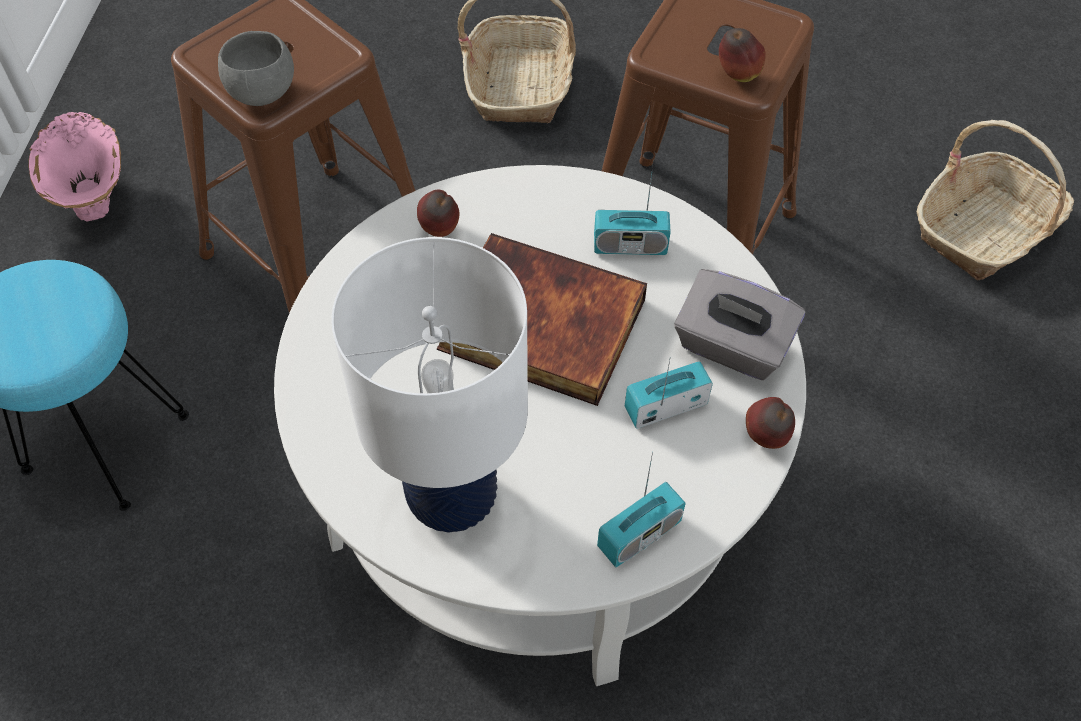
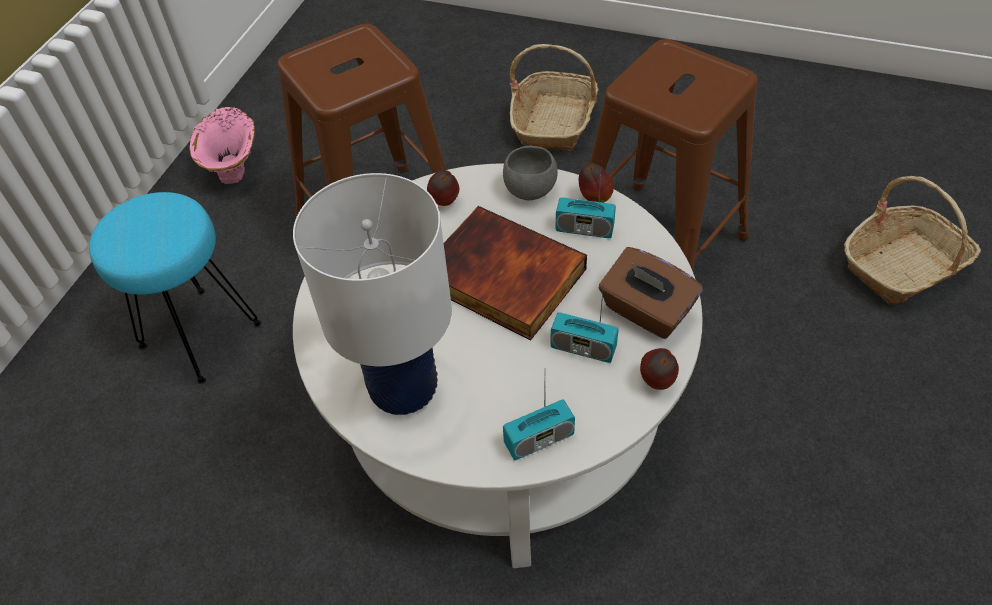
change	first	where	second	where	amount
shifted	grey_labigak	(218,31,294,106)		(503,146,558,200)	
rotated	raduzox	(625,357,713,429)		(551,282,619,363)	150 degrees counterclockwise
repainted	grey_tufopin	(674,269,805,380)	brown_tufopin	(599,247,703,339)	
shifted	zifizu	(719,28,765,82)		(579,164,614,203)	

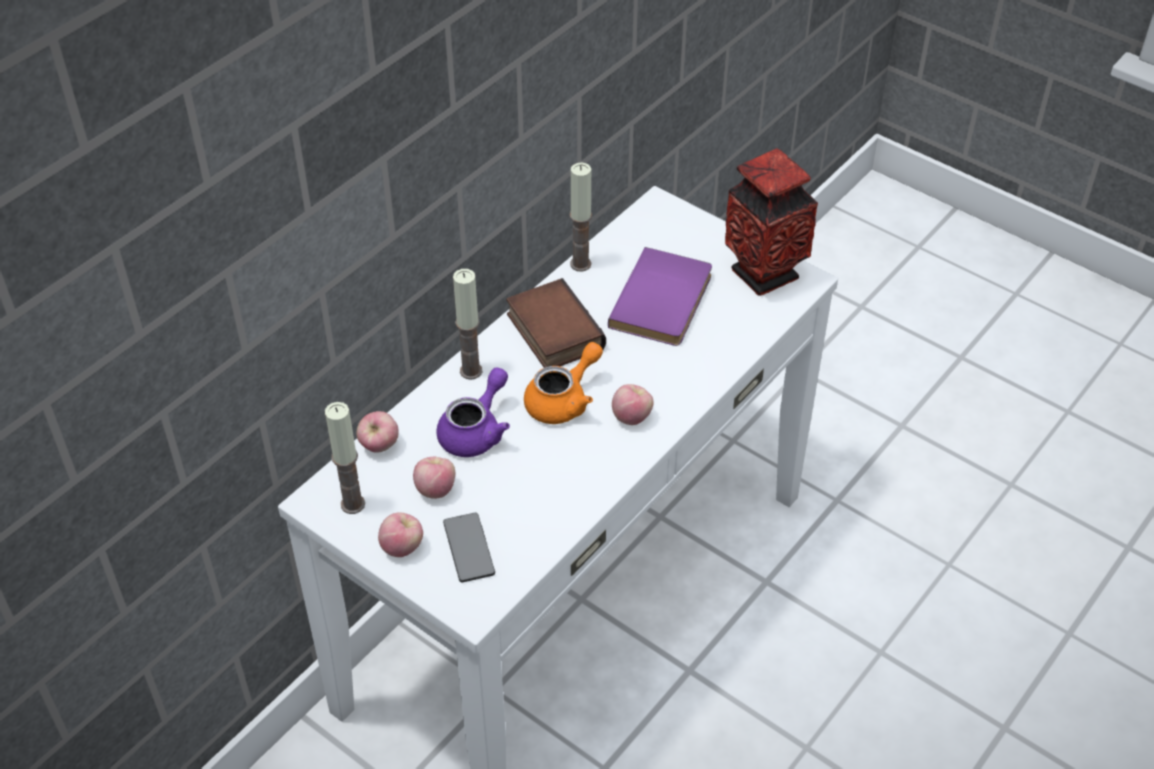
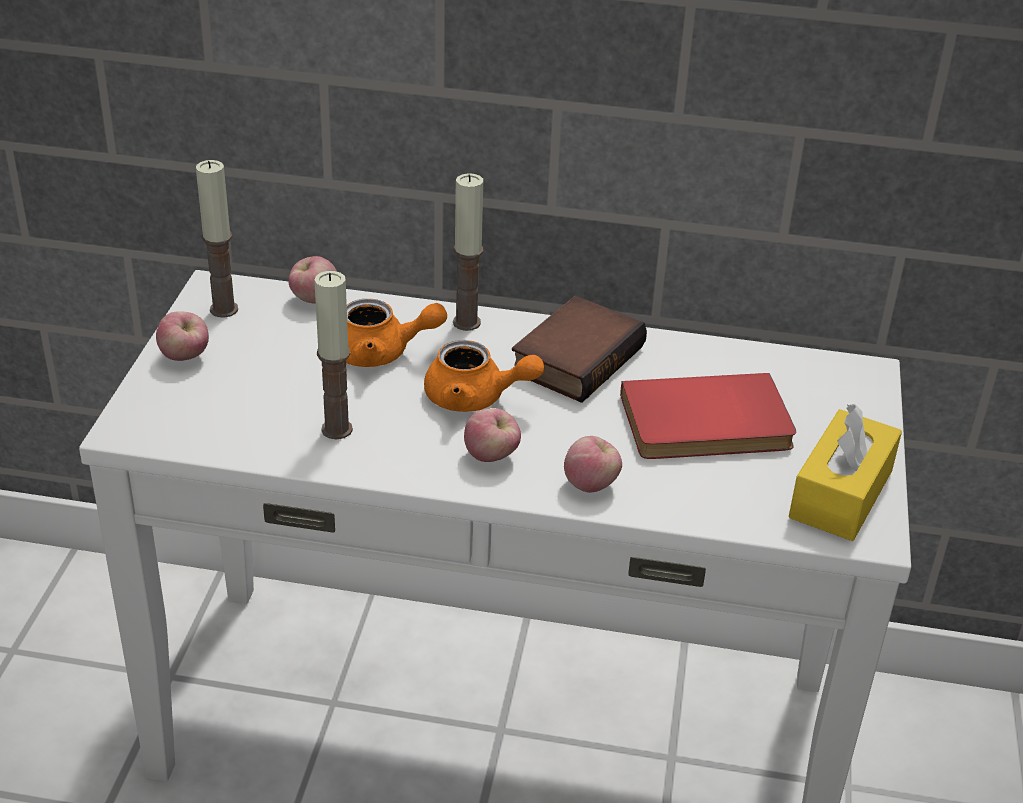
change	first	where	second	where	amount
shifted	zifizu	(413,457,455,499)		(564,436,622,493)	
repainted	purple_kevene	(436,367,510,457)	orange_kevene	(346,299,447,367)	
gone	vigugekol	(443,513,495,582)			
shifted	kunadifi	(570,162,592,272)		(314,271,353,439)	
repainted	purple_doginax	(608,247,712,346)	red_doginax	(620,373,796,459)	
swapped	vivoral	(725,148,818,296)	yellow_tufopin	(789,404,902,541)	

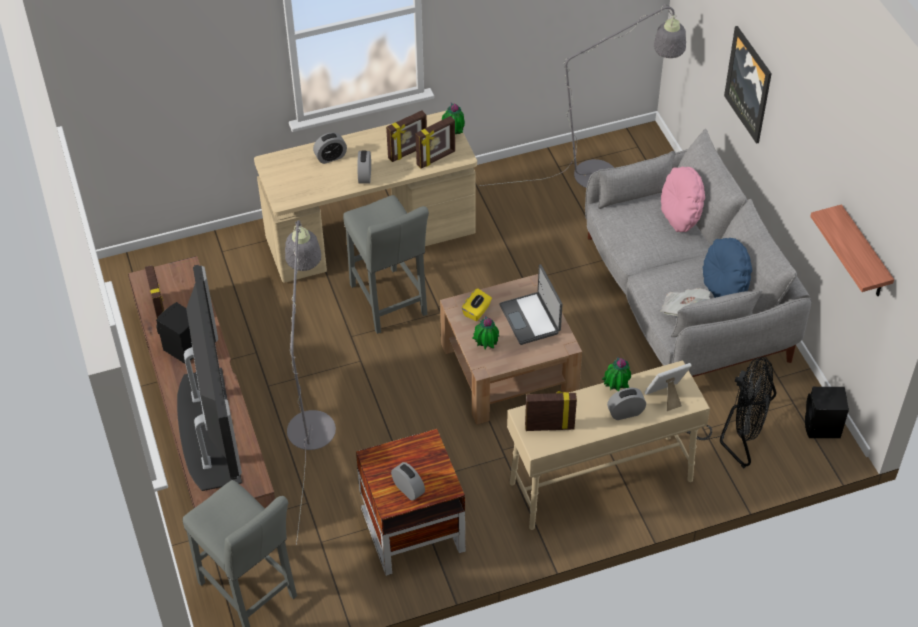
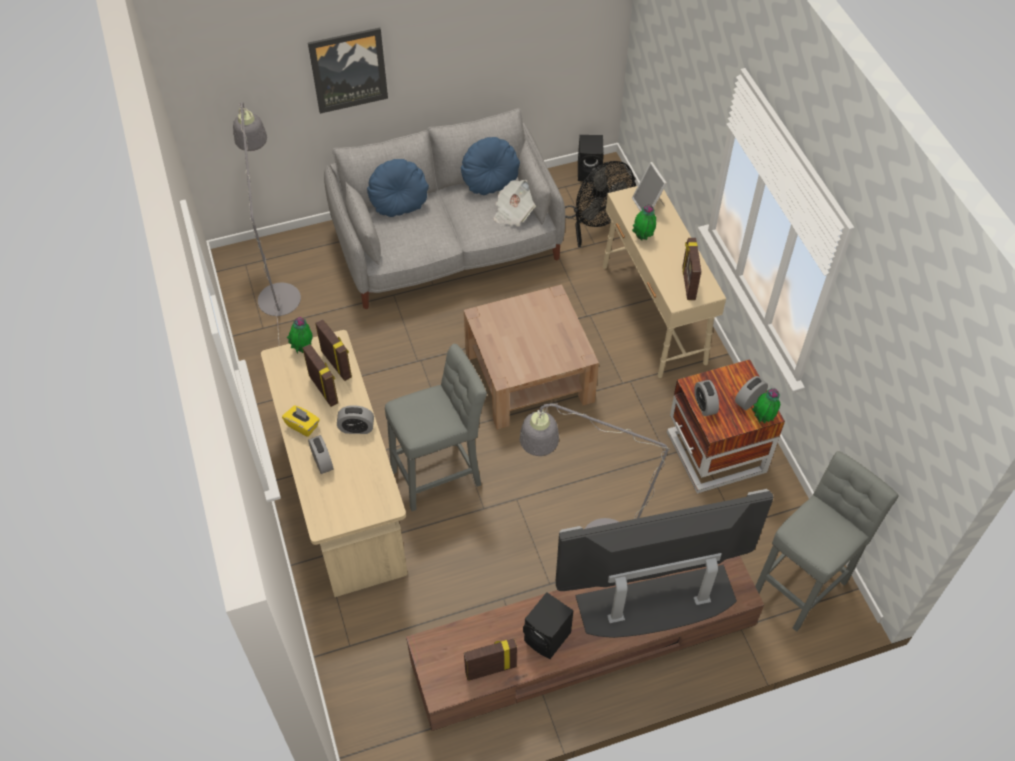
change	first	where	second	where	amount
shifted	yellow_tufopin	(462,288,492,321)		(282,405,320,437)	
shifted	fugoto	(472,316,499,349)		(752,388,780,423)	
gone	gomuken	(499,264,563,345)			
shifted	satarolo	(607,388,646,420)		(694,380,719,416)	
repainted	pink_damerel	(661,167,705,232)	blue_damerel	(367,159,429,217)	
rotated	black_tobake	(686,357,777,468)		(565,161,636,247)	120 degrees clockwise
gone	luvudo	(810,204,894,296)			

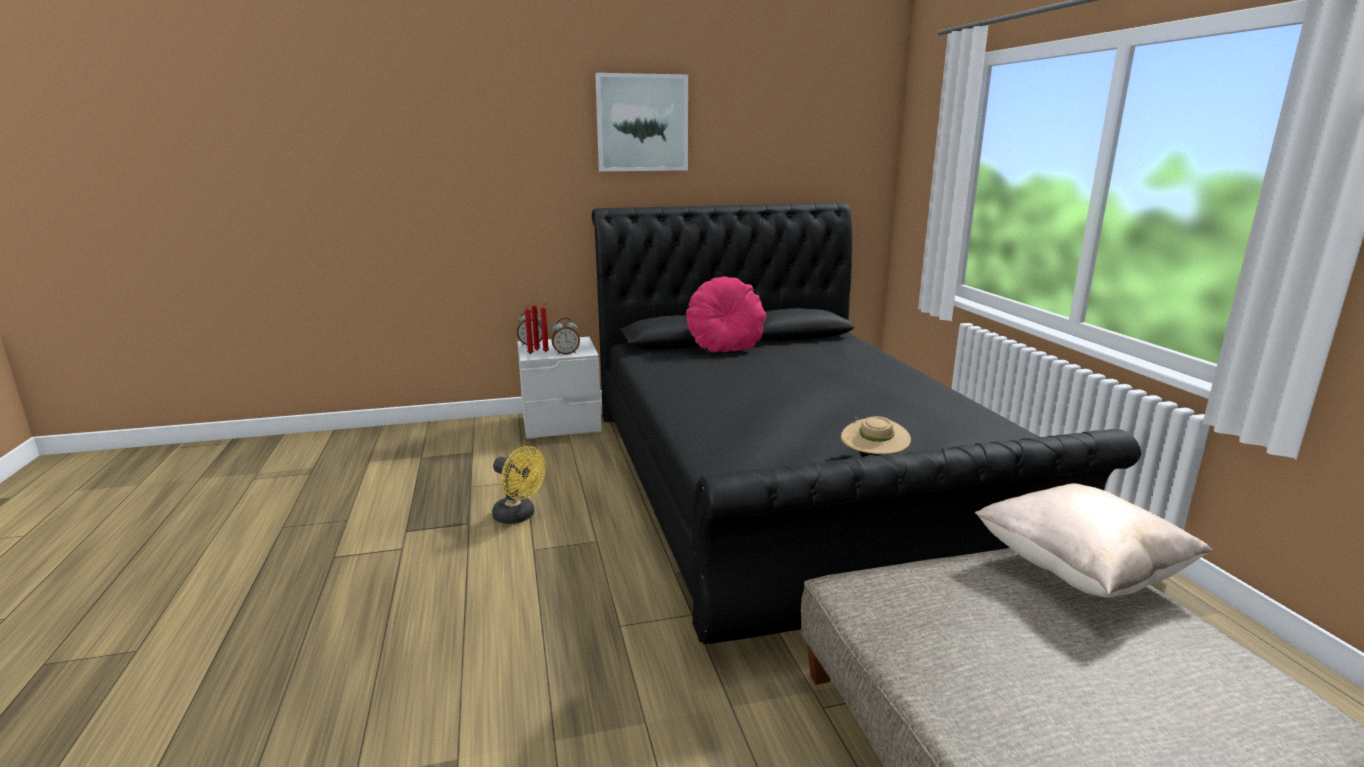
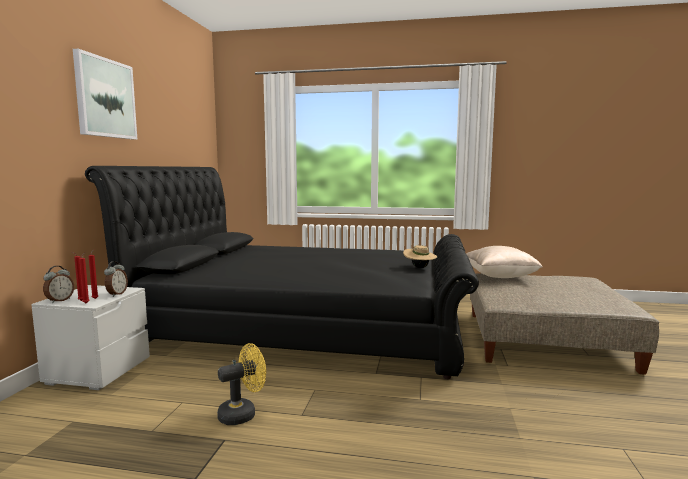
change	first	where	second	where	amount
gone	pink_damerel	(686,276,766,353)			

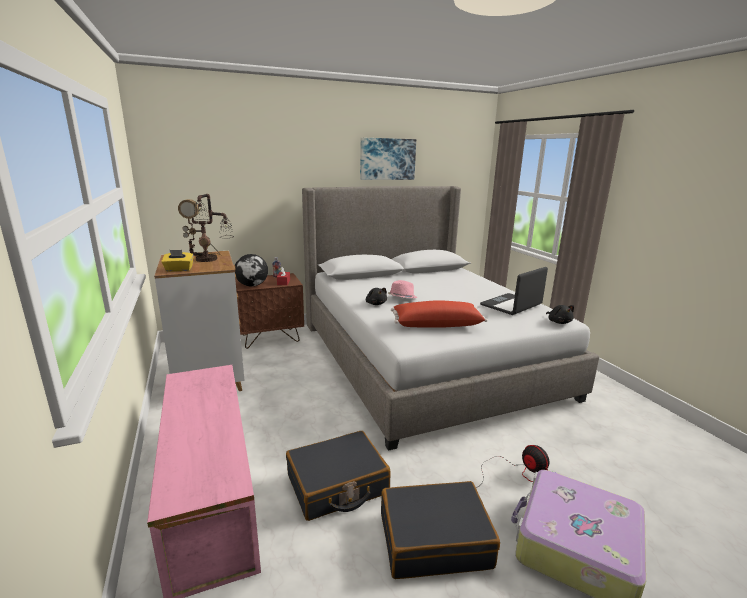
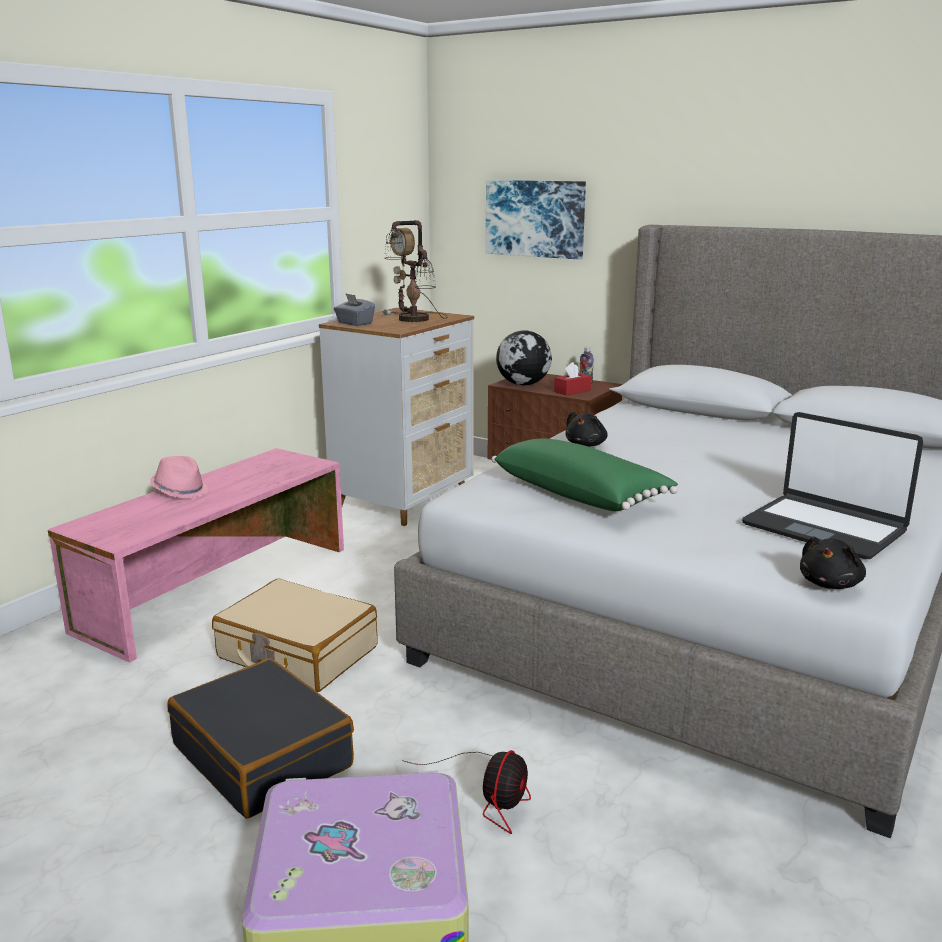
change	first	where	second	where	amount
repainted	yellow_tufopin	(161,250,194,272)	grey_tufopin	(334,293,375,326)	
repainted	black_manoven	(286,431,390,521)	beige_manoven	(212,579,378,692)	
shifted	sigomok	(360,137,416,180)		(486,180,586,260)	
shifted	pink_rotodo	(388,280,417,298)		(150,456,209,498)	
repainted	red_damerel	(391,300,488,328)	green_damerel	(492,439,678,511)	
rotated	gomuken	(480,267,548,315)		(742,412,923,559)	150 degrees counterclockwise

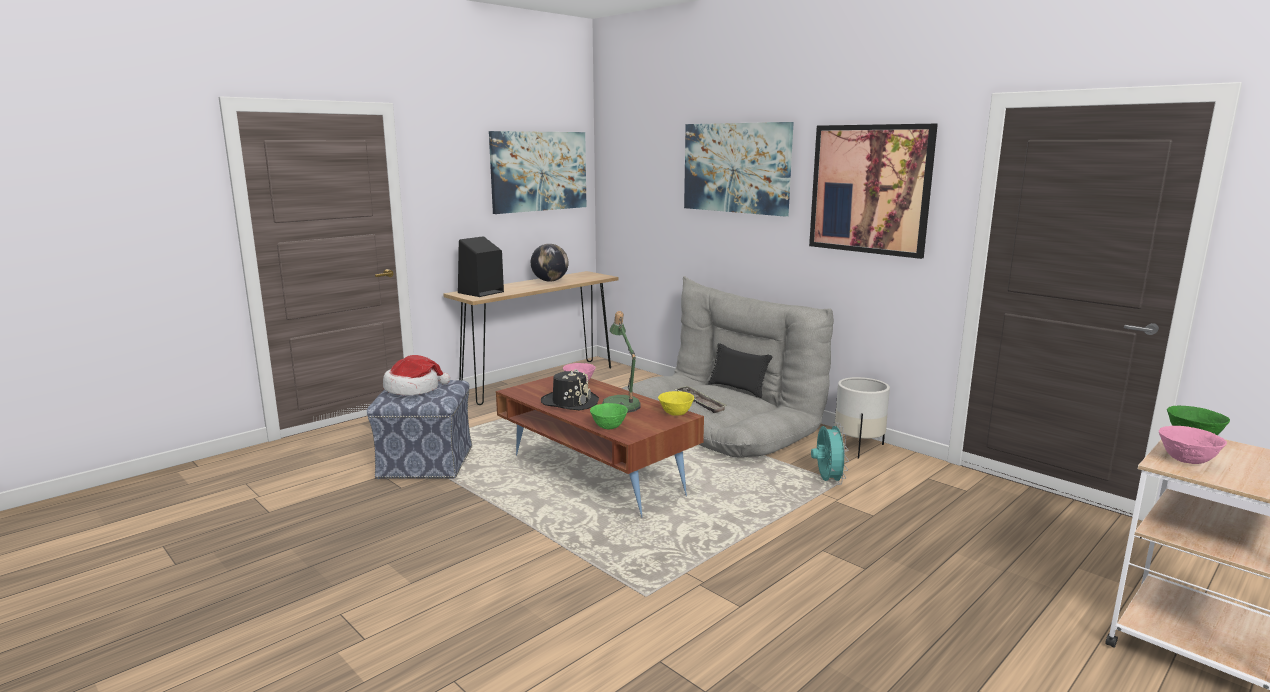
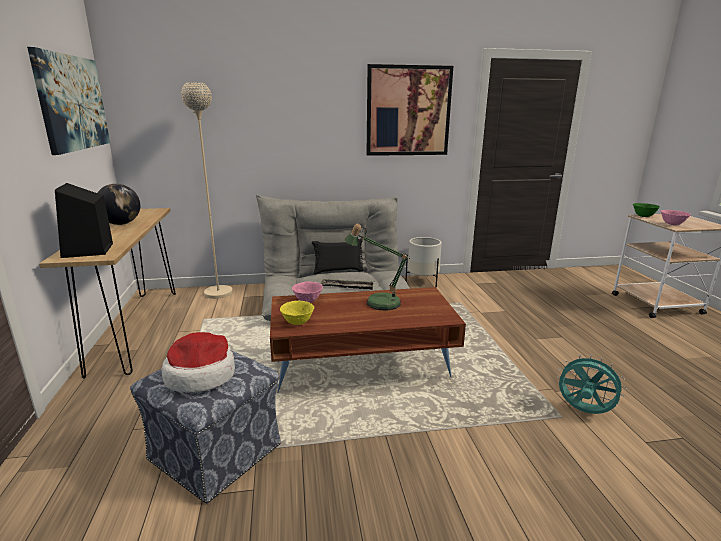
change	first	where	second	where	amount
gone	black_rotodo	(541,369,599,410)			
gone	green_labigak	(590,403,628,429)			
shifted	yellow_labigak	(658,391,694,416)		(280,301,314,325)	
gone	sigomok	(684,122,794,217)			
shifted	turquoise_tobake	(811,422,849,485)		(557,354,627,414)	
new			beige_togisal	(181,82,233,299)	

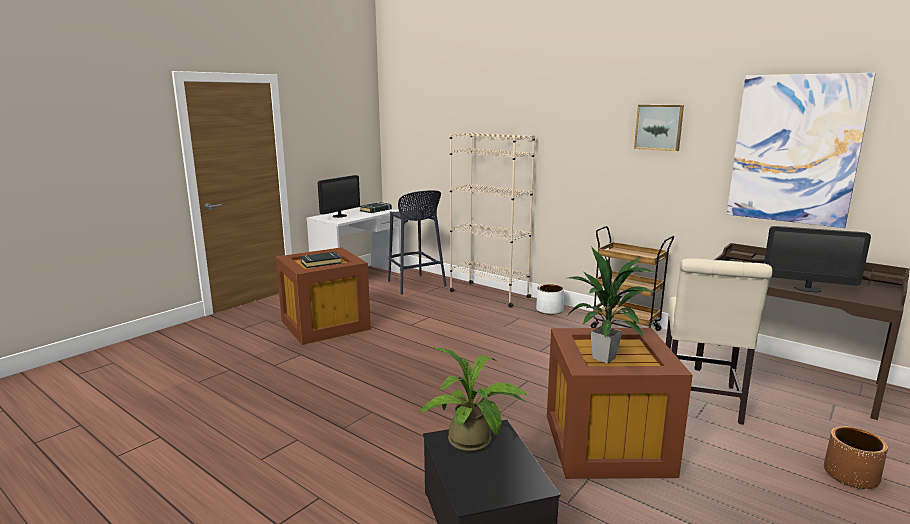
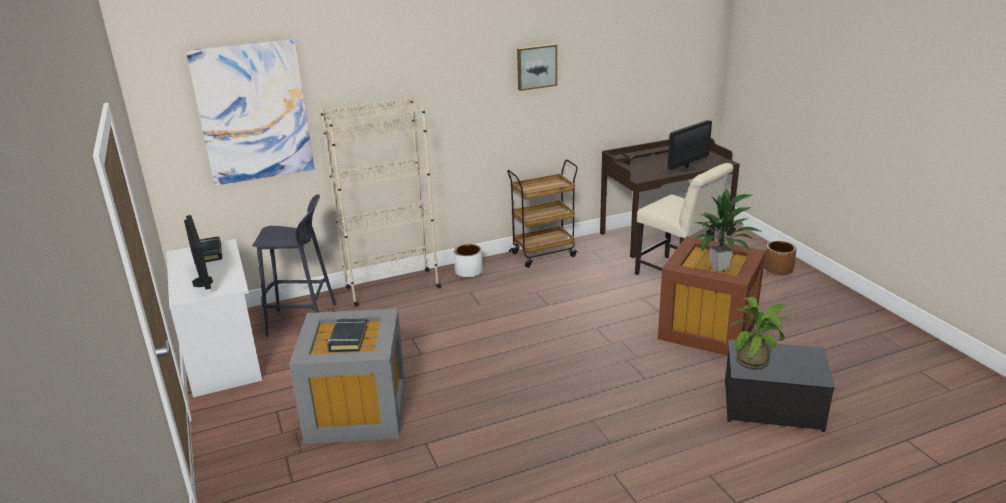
change	first	where	second	where	amount
repainted	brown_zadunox	(276,247,371,345)	grey_zadunox	(289,308,406,444)	
shifted	sigomok	(727,73,876,228)		(186,39,314,186)	

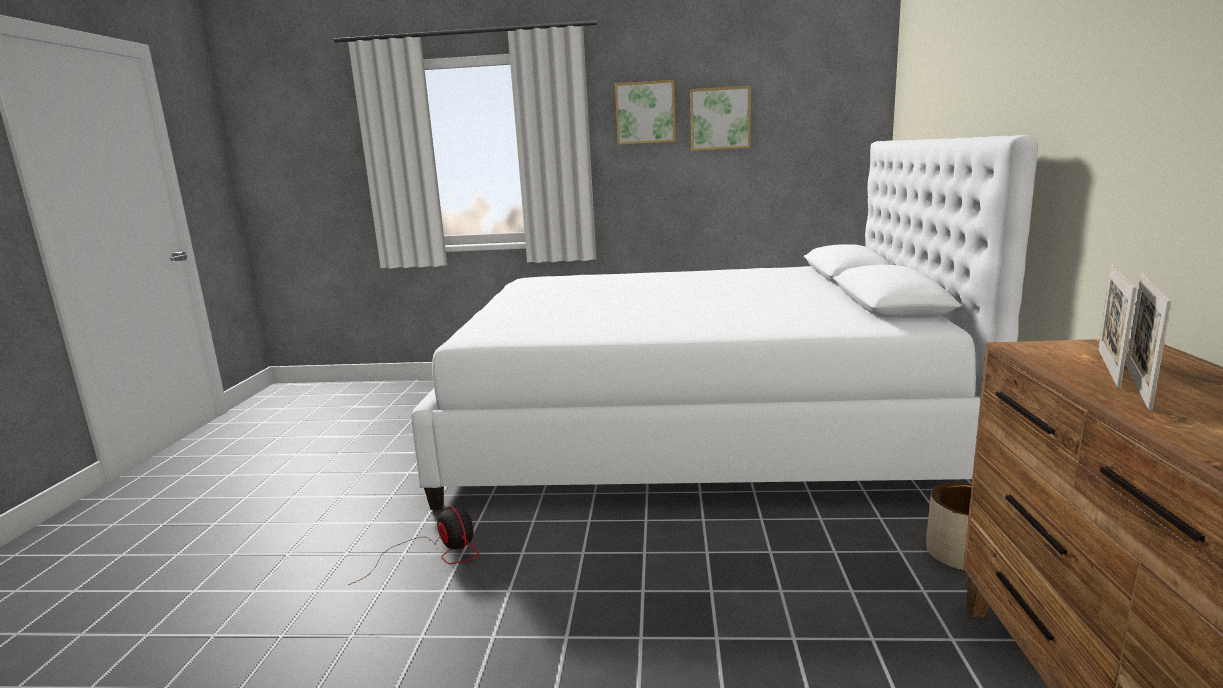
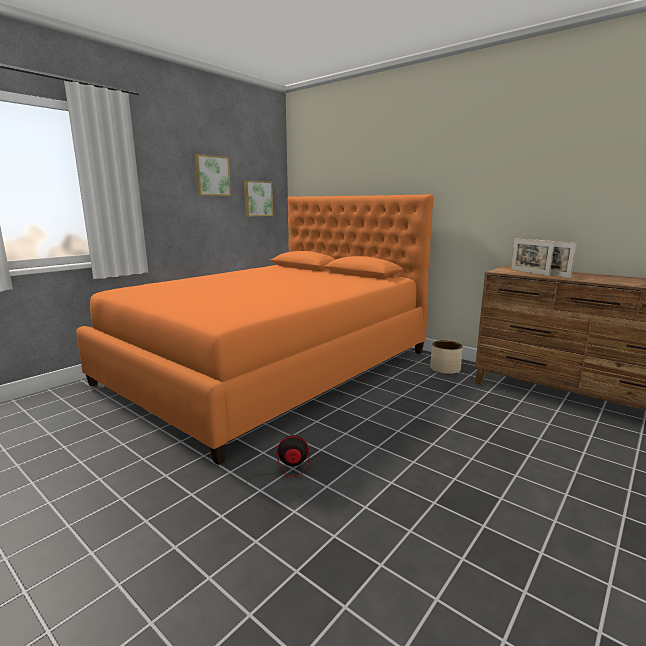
change	first	where	second	where	amount
repainted	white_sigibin	(411,135,1038,510)	orange_sigibin	(77,194,434,465)	
shifted	sigomok	(615,80,675,145)		(244,181,273,217)	

